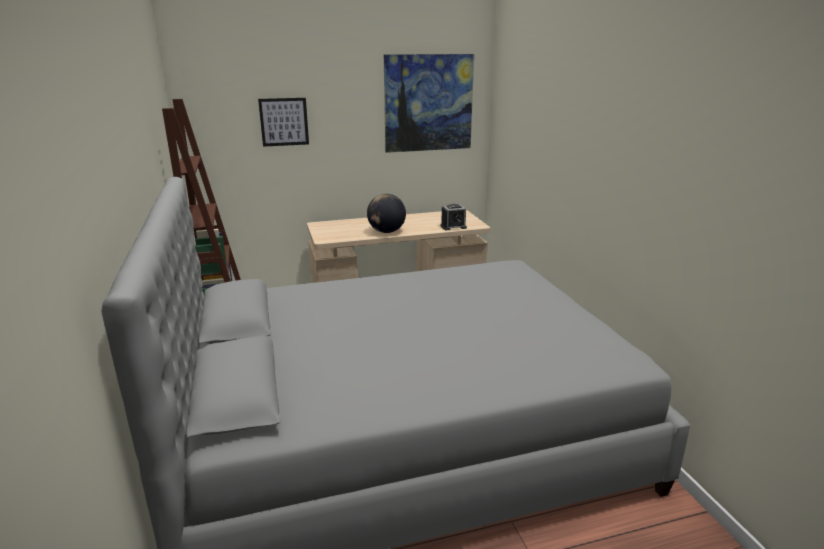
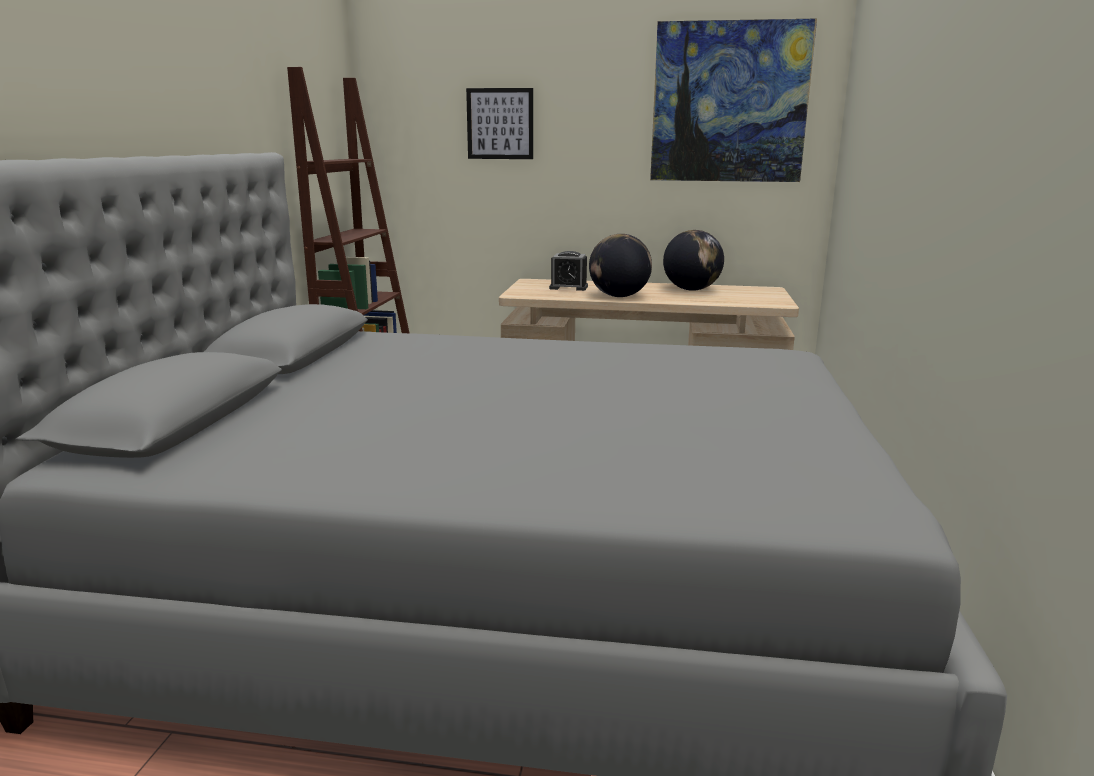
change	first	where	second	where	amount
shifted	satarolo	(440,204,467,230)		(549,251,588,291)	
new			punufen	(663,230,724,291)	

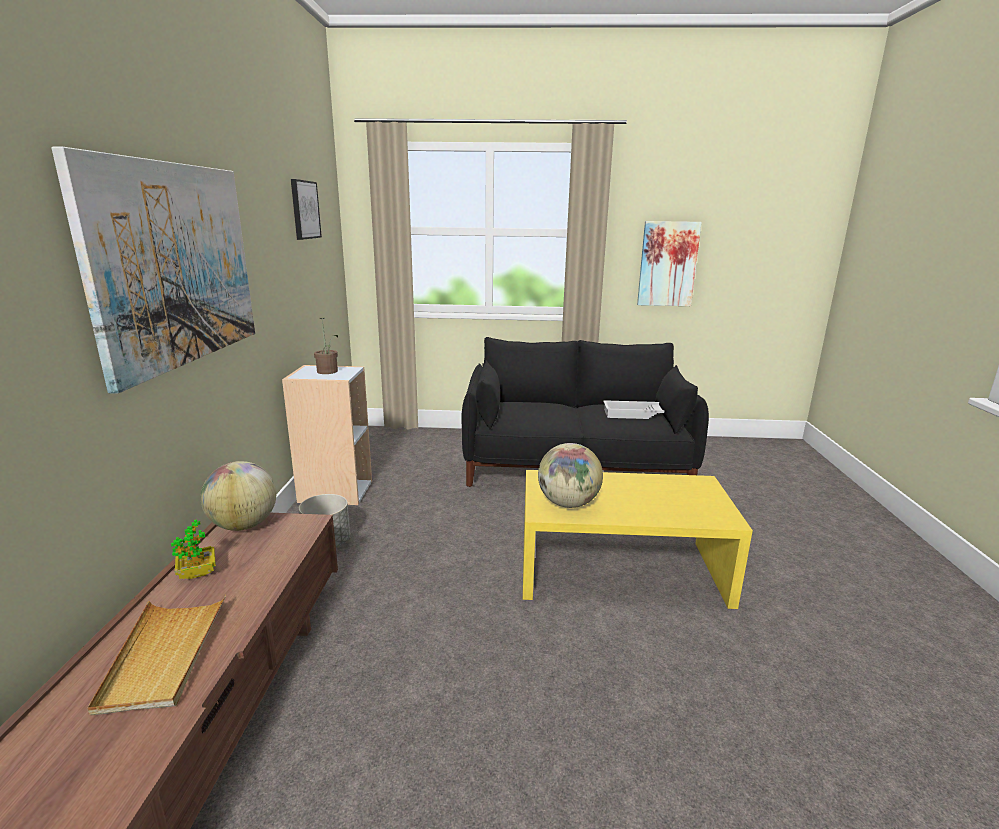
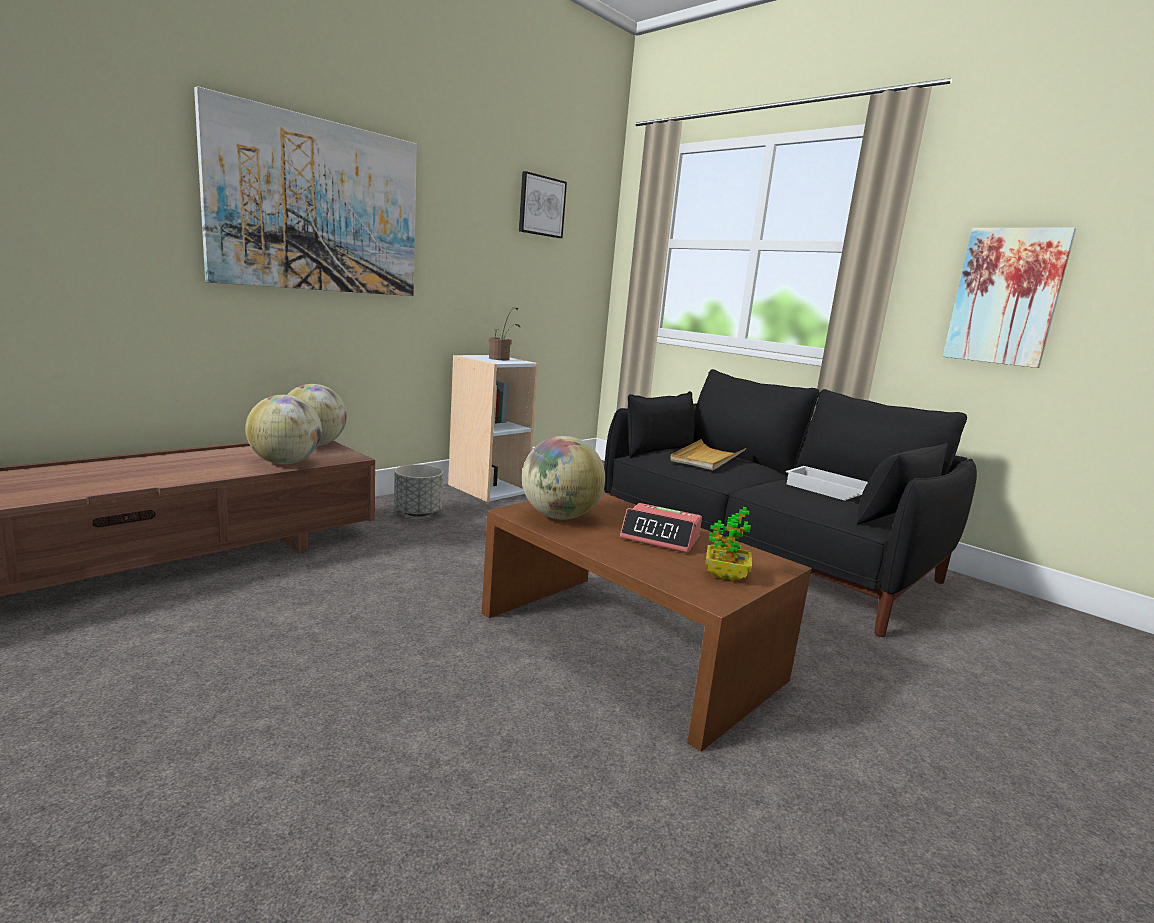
change	first	where	second	where	amount
shifted	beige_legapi	(87,595,226,715)		(670,439,746,470)	
shifted	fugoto	(171,519,216,579)		(705,507,752,581)	
repainted	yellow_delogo	(523,470,753,609)	brown_delogo	(482,493,812,752)	
new			punufen	(245,395,322,464)	
new			satarolo	(620,503,702,553)	

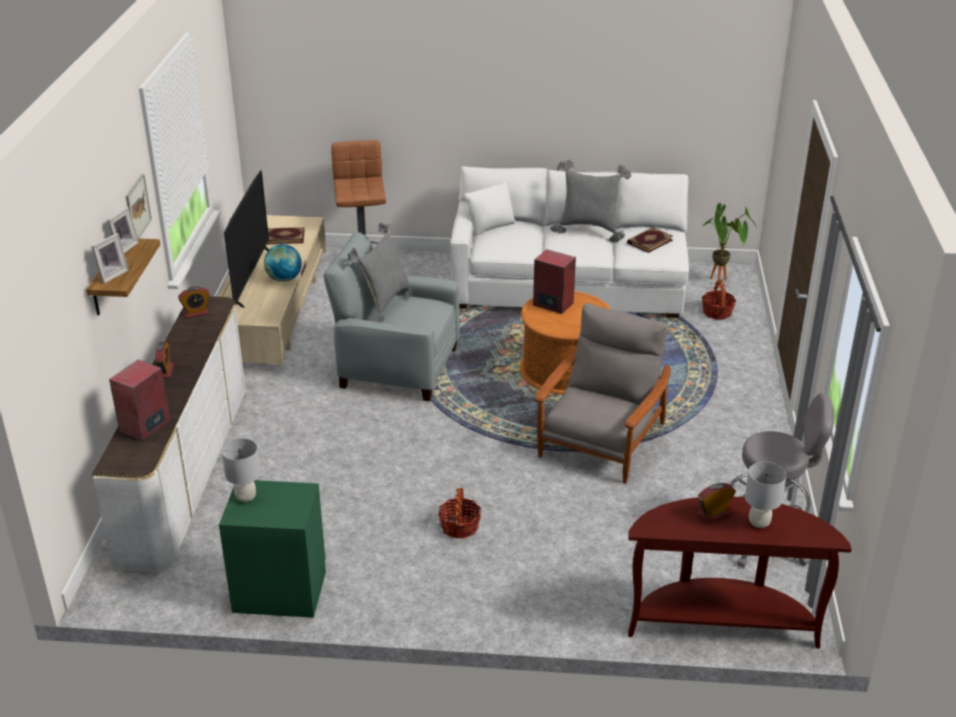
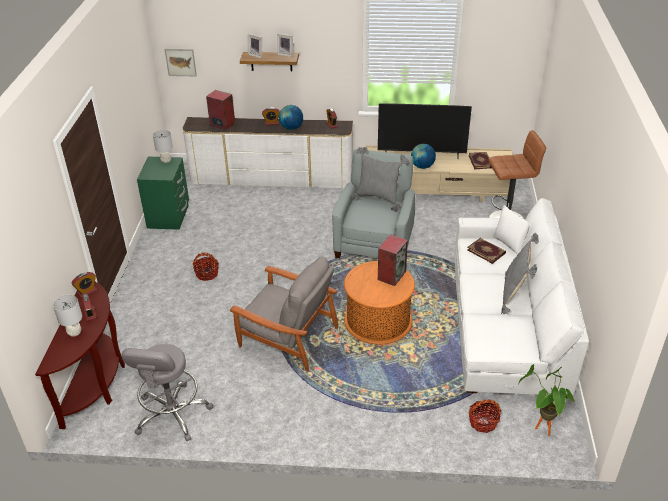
change	first	where	second	where	amount
shifted	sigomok	(126,174,152,238)		(165,49,197,76)	
shifted	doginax	(627,227,673,253)		(467,238,506,264)	
new			satarolo	(71,272,97,298)	
new			punufen	(279,105,303,130)	

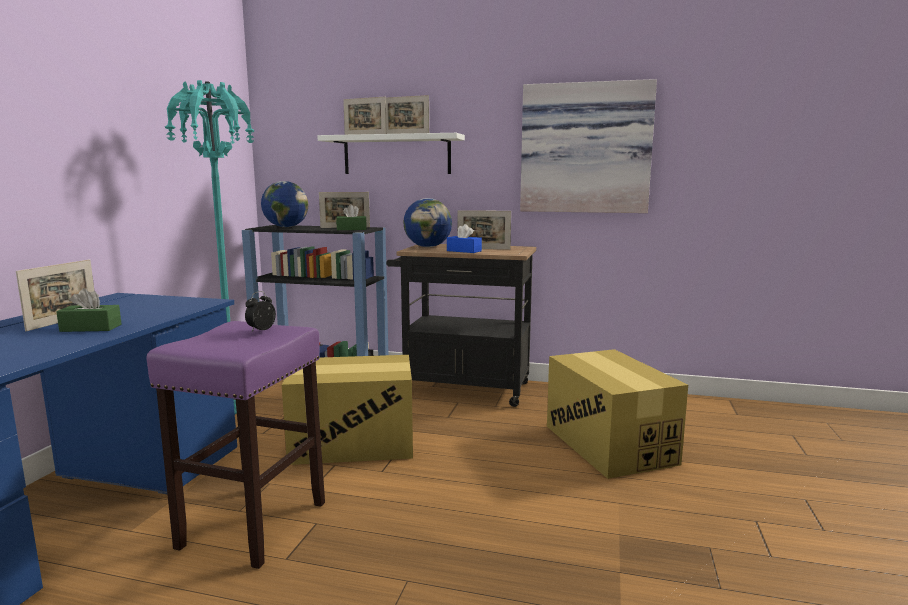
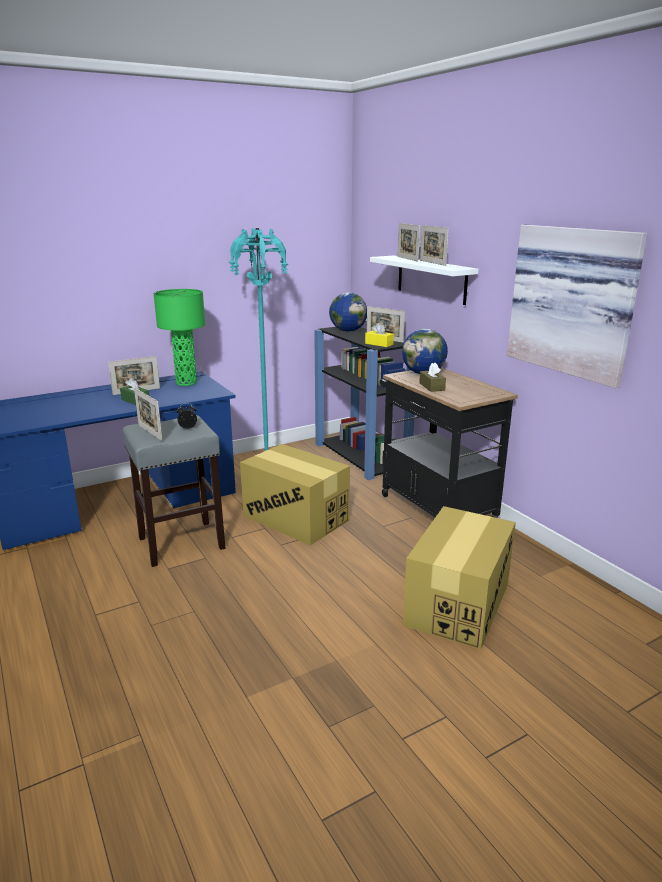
change	first	where	second	where	amount
repainted	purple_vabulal	(146,321,325,569)	grey_vabulal	(122,415,225,567)	
repainted	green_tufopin	(336,204,367,230)	yellow_tufopin	(365,323,394,347)	
repainted	blue_tufopin	(447,224,482,253)	brown_tufopin	(419,362,446,392)	
shifted	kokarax	(457,210,511,250)		(134,387,162,441)	
new			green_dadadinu	(154,289,205,386)	

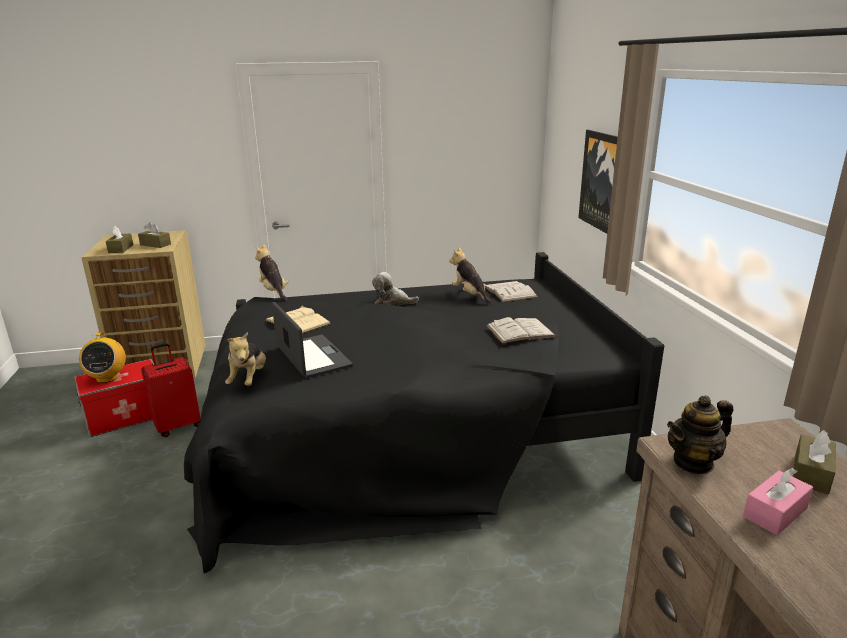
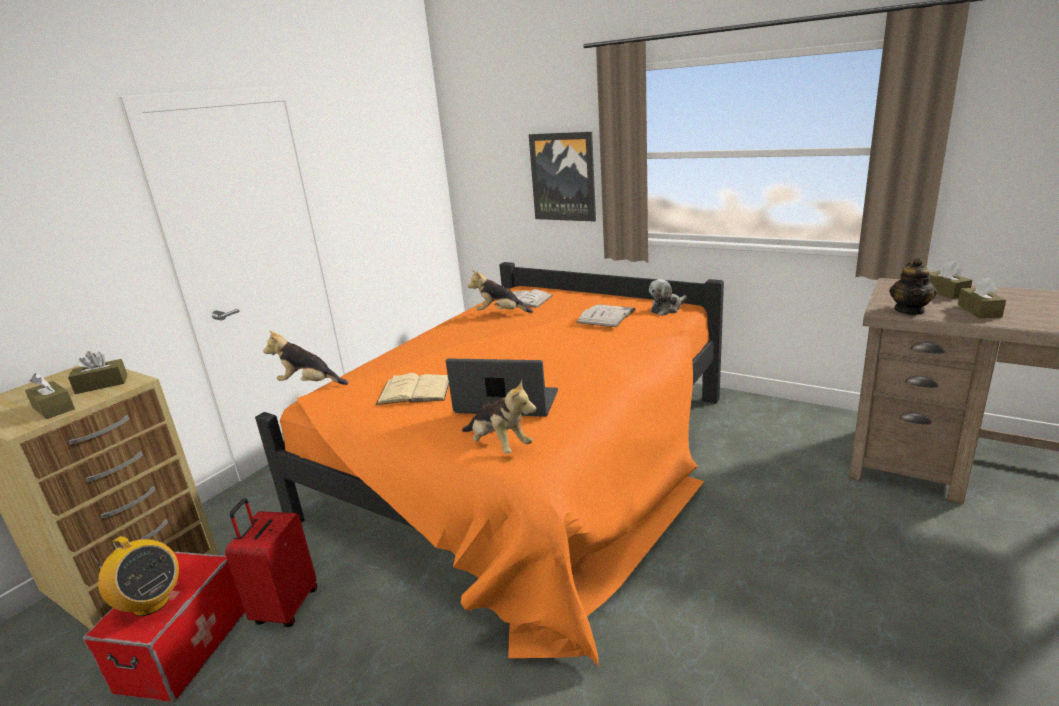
change	first	where	second	where	amount
repainted	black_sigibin	(184,252,664,573)	orange_sigibin	(255,262,724,667)	
shifted	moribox	(372,272,419,306)		(649,279,687,316)	
repainted	pink_tufopin	(743,468,813,535)	brown_tufopin	(958,277,1006,318)	

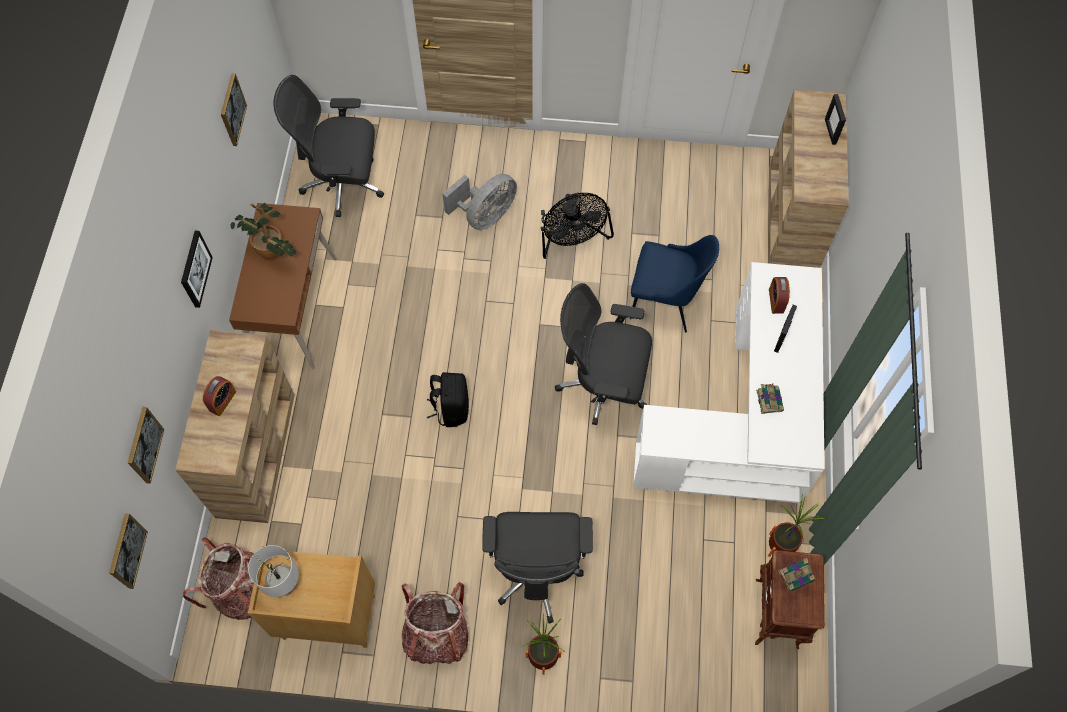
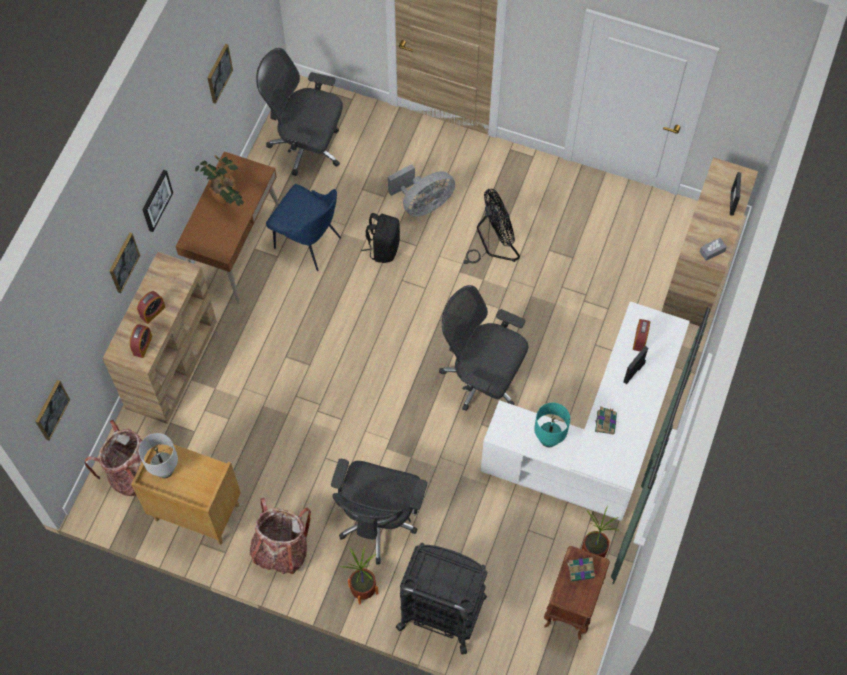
change	first	where	second	where	amount
shifted	sigomok	(128,407,164,484)		(109,233,140,293)	
shifted	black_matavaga	(427,372,469,427)		(361,213,400,263)	
rotated	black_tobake	(541,193,614,259)		(462,189,520,264)	105 degrees counterclockwise
shifted	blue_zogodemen	(630,235,719,332)		(266,184,341,271)	
new			satarolo	(130,324,152,358)	
new			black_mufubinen	(396,543,487,654)	
new			turquoise_dadadinu	(534,403,570,447)	
new			grey_tufopin	(700,238,727,261)	

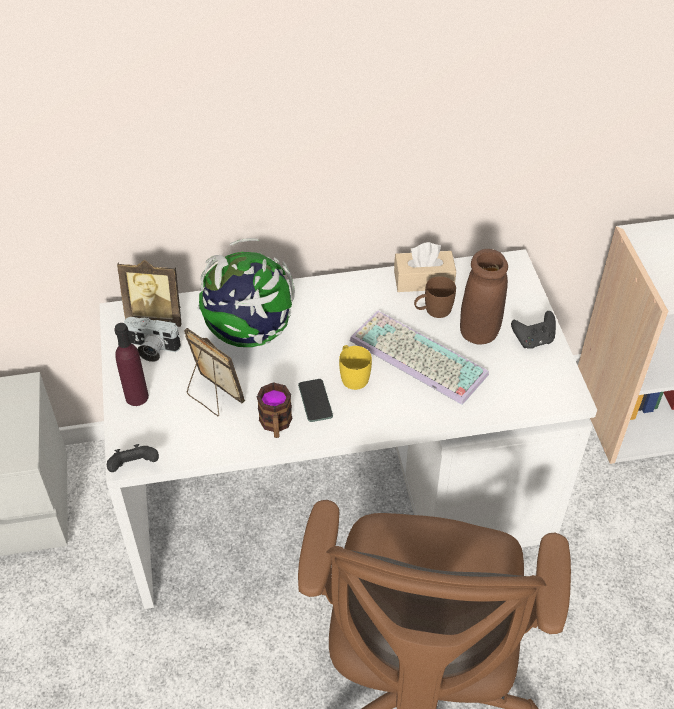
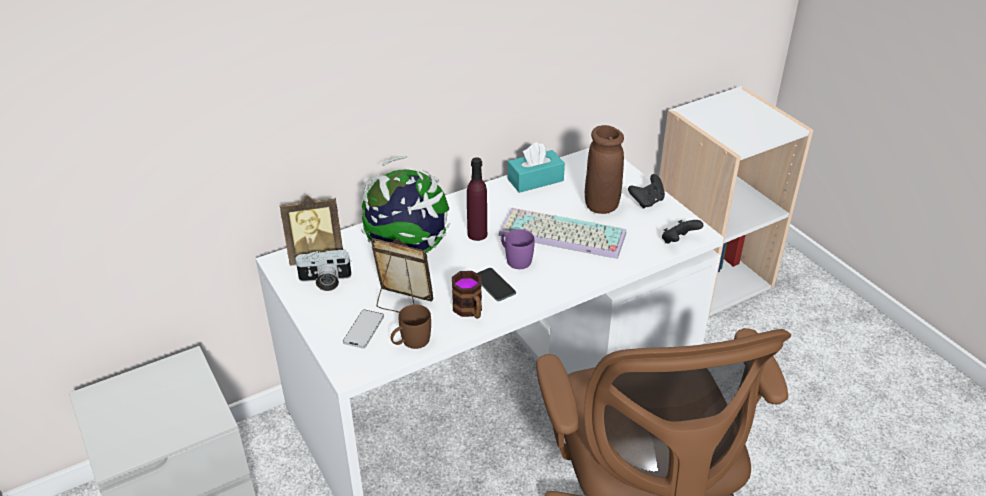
change	first	where	second	where	amount
shifted	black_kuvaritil	(107,444,159,472)		(662,220,703,243)	
shifted	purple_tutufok	(115,323,149,406)		(467,157,487,241)	
repainted	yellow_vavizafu	(339,345,372,390)	purple_vavizafu	(501,229,535,269)	
repainted	beige_tufopin	(394,242,456,292)	turquoise_tufopin	(508,142,565,193)	
shifted	brown_vavizafu	(414,276,456,318)		(391,304,431,349)	
new			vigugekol	(343,310,384,349)	

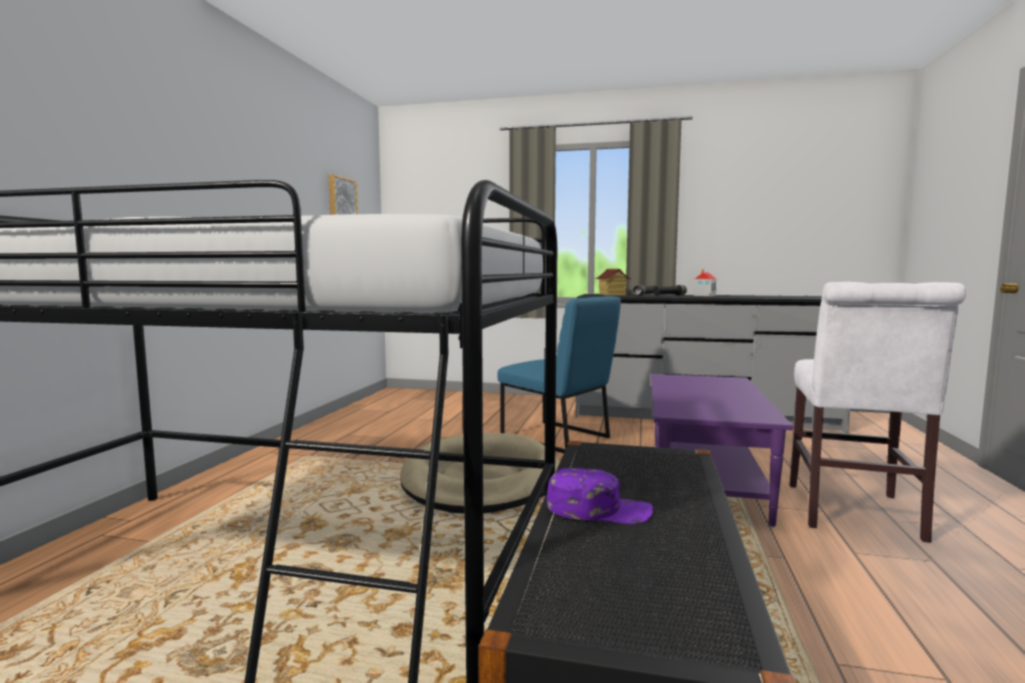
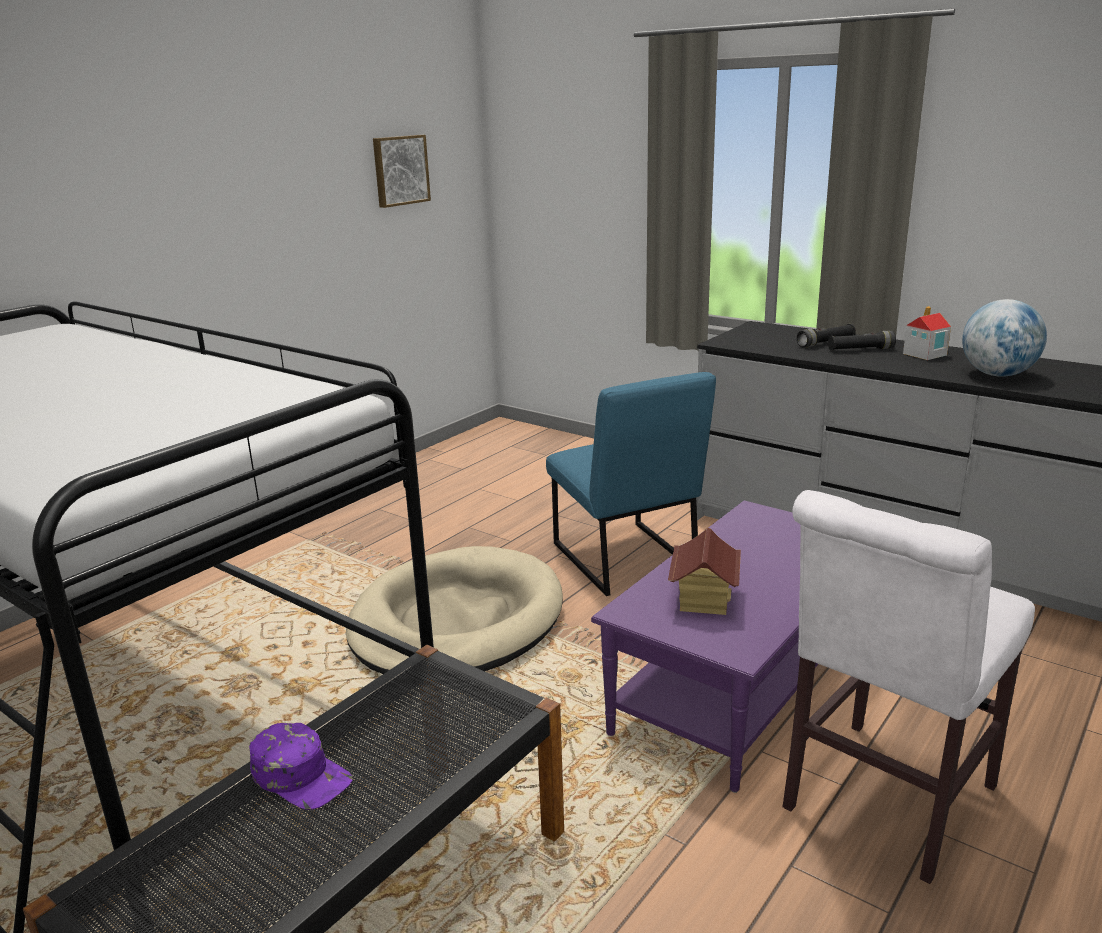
change	first	where	second	where	amount
shifted	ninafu	(595,269,632,295)		(668,528,741,615)	
new			punufen	(962,299,1047,377)	

